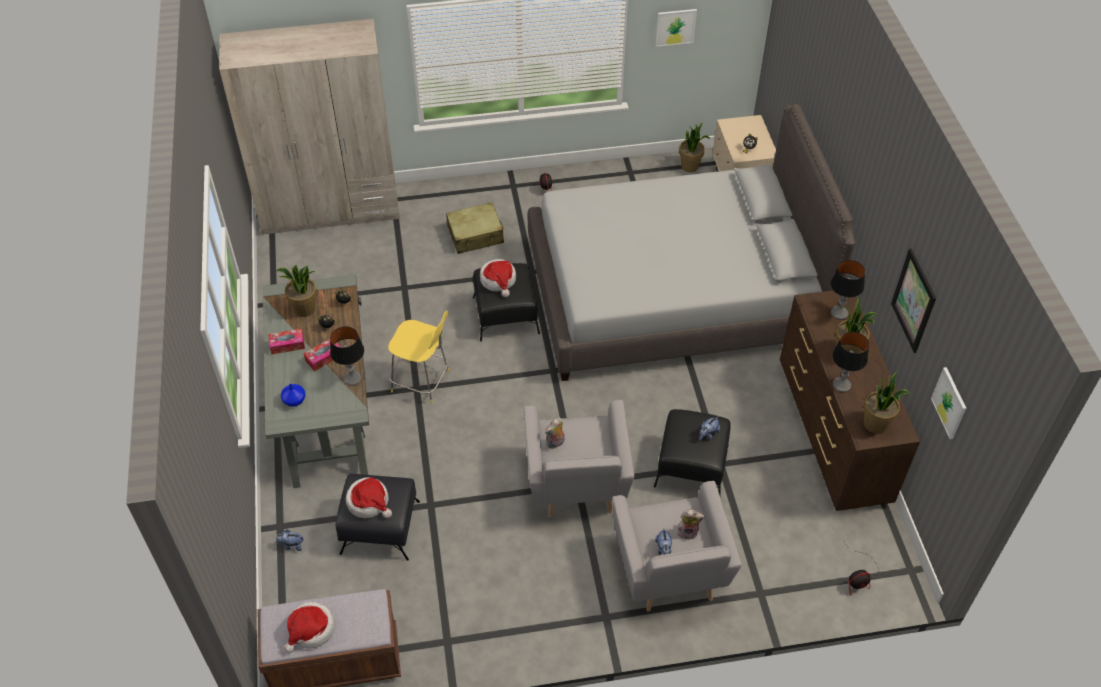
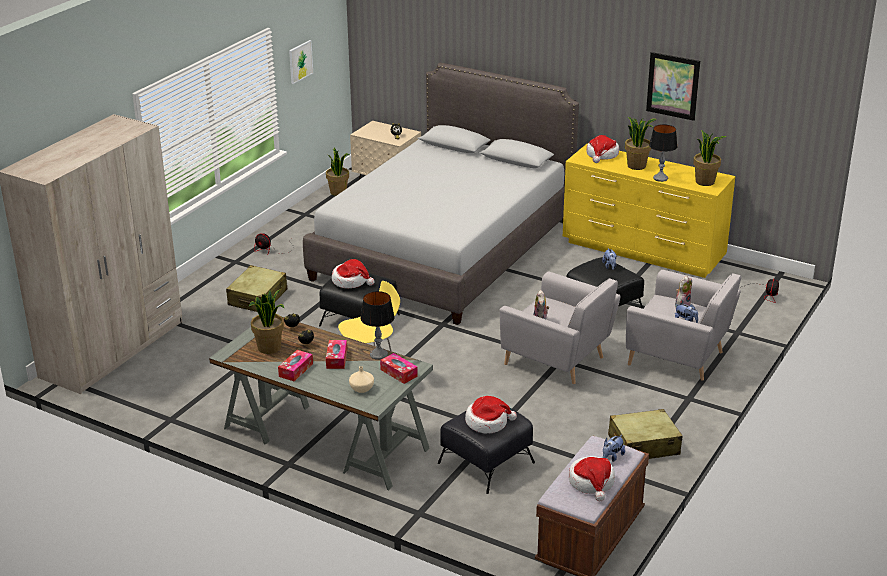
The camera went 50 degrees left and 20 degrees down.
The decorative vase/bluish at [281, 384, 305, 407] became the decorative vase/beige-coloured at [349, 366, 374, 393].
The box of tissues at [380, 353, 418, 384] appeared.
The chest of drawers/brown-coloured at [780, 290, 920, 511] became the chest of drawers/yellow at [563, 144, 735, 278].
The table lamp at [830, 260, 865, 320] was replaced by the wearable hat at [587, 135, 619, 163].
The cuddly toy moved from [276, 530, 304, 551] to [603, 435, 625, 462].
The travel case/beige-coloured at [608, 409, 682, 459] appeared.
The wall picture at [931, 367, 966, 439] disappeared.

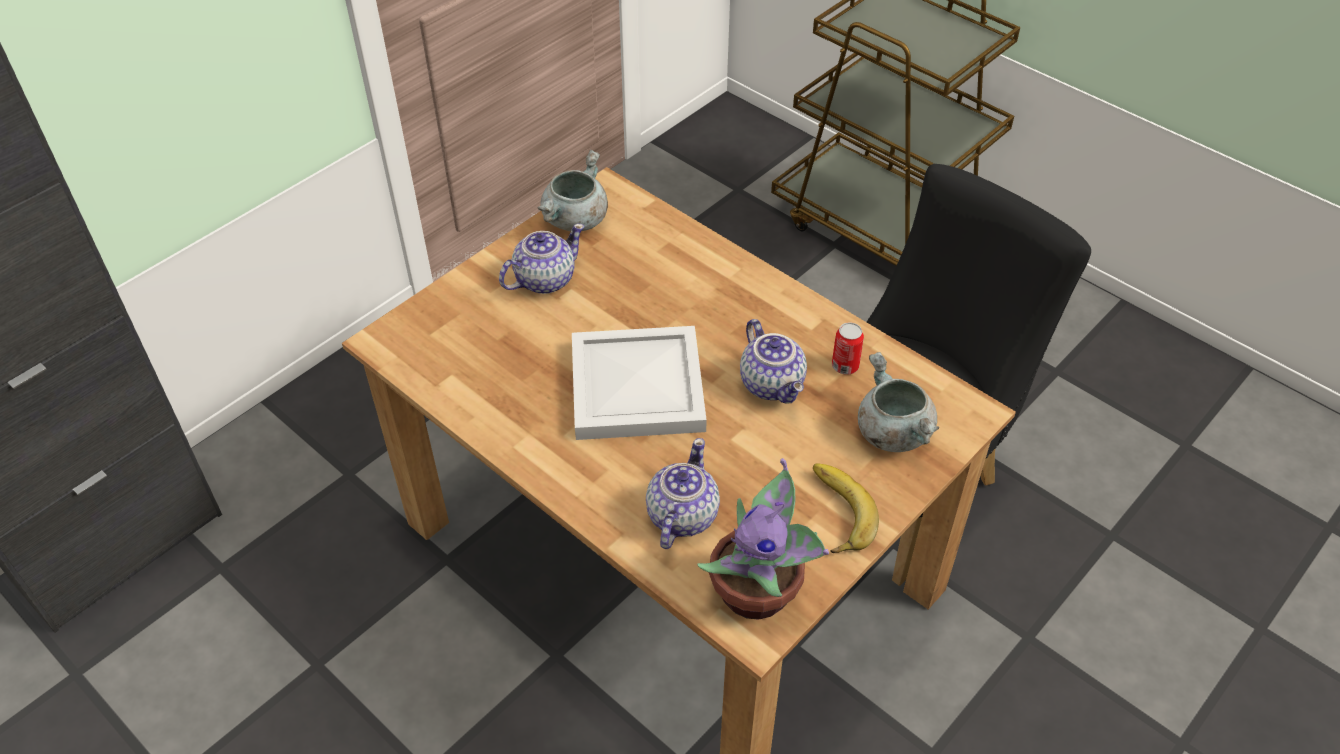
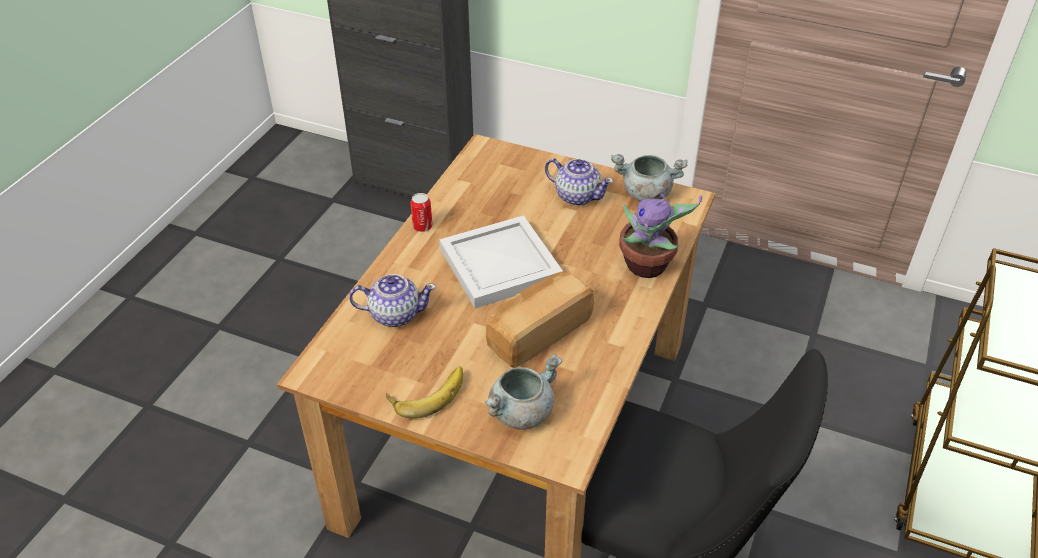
The camera went 70 degrees right and 5 degrees down.
The metal can moved from [832, 322, 864, 375] to [411, 193, 433, 232].
The tea pot at [740, 319, 807, 404] was replaced by the bakery bread at [486, 271, 594, 368].
The plant in a pot moved from [697, 458, 829, 620] to [619, 194, 702, 278].

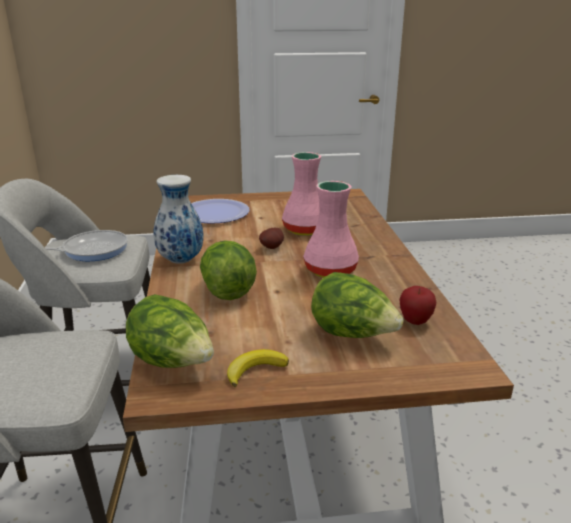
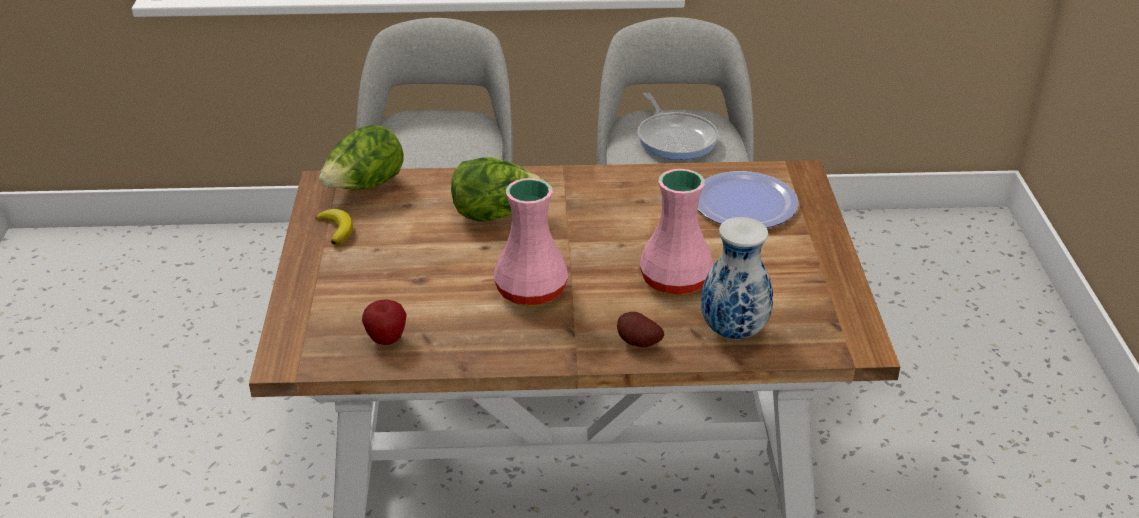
The camera went 95 degrees right and 10 degrees up.
The potato moved from [259, 228, 284, 249] to [617, 312, 664, 348].
The decorative vase moved from [153, 175, 204, 264] to [701, 217, 773, 340].
The head of lettuce at [311, 272, 404, 338] disappeared.

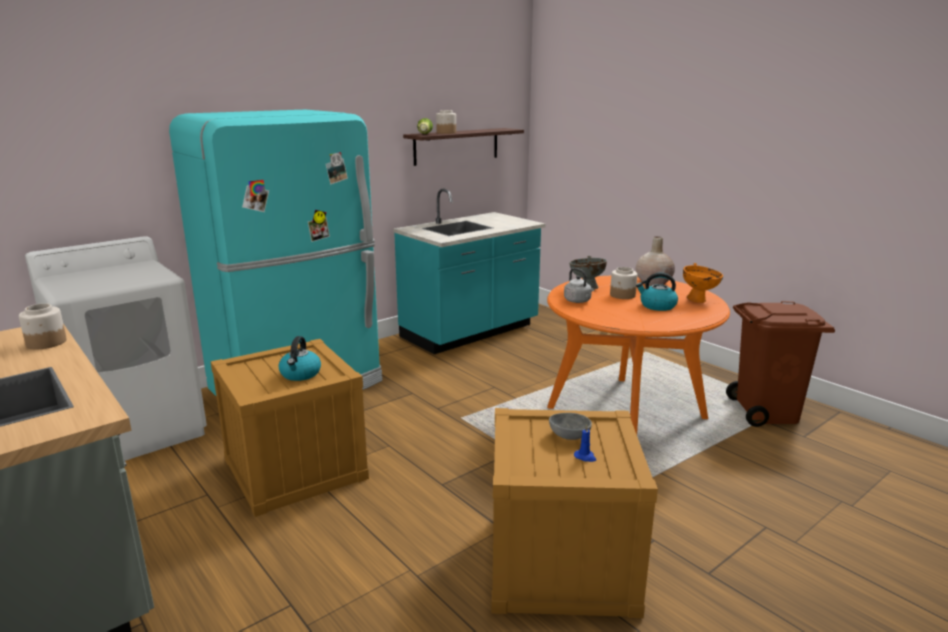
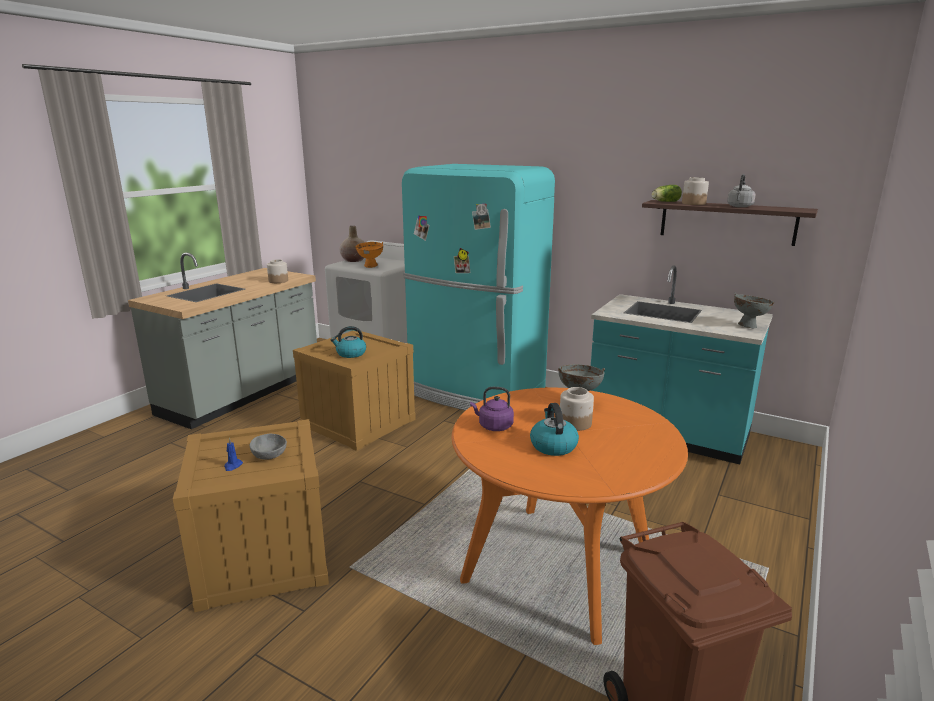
The camera went 70 degrees right and 0 degrees up.
The decorative vase/beige-coloured moved from [636, 236, 675, 286] to [340, 226, 365, 262].
The serving bowl/orange moved from [683, 263, 723, 303] to [355, 242, 383, 268].
The tea kettle/purple at [470, 387, 514, 431] appeared.
The tea kettle/gray moved from [564, 268, 594, 303] to [727, 174, 755, 207].
The serving bowl/gray at [734, 292, 775, 328] appeared.

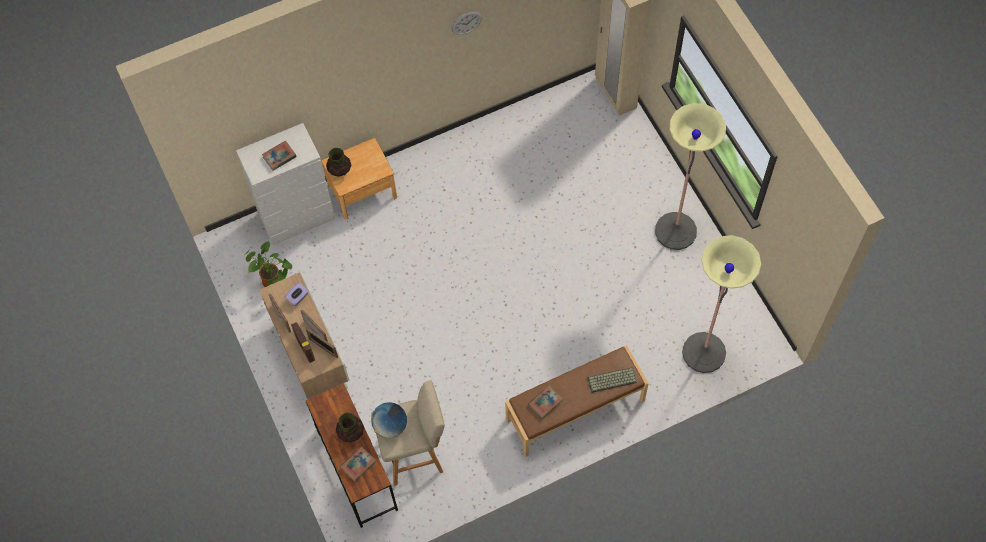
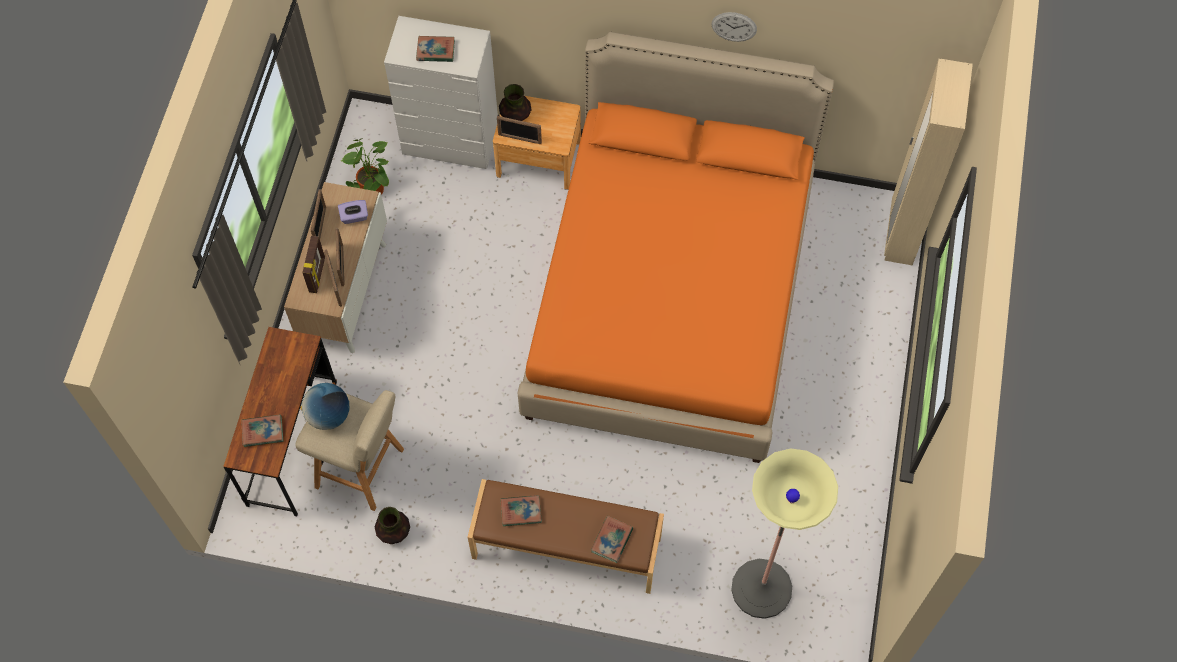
The camera went 35 degrees right and 0 degrees up.
The decorative vase moved from [336, 413, 364, 442] to [375, 507, 410, 544].
The picture frame at [497, 116, 542, 144] appeared.
The sleeping bed/orange at [518, 32, 834, 463] appeared.
The computer keyboard at [587, 367, 637, 393] was replaced by the book at [591, 516, 633, 563].
The floor lamp at [655, 103, 726, 250] disappeared.

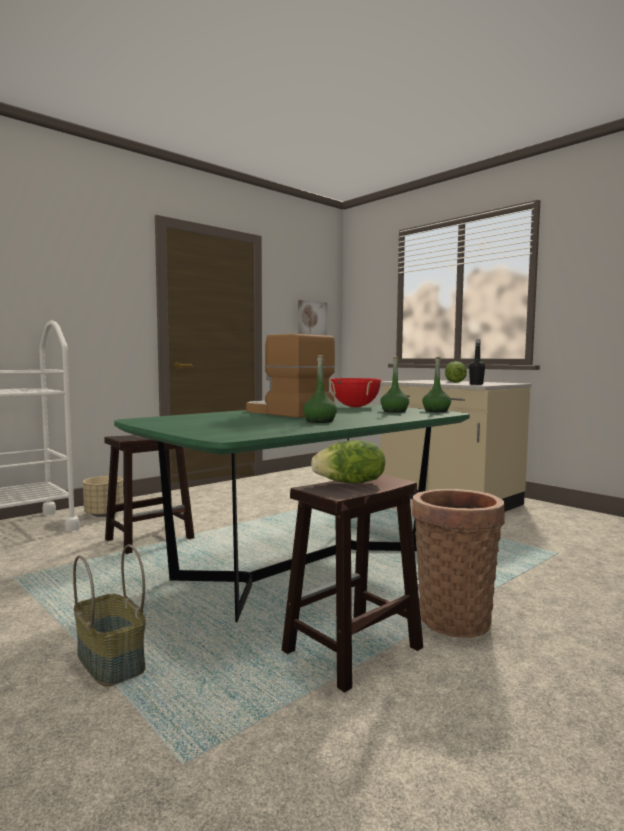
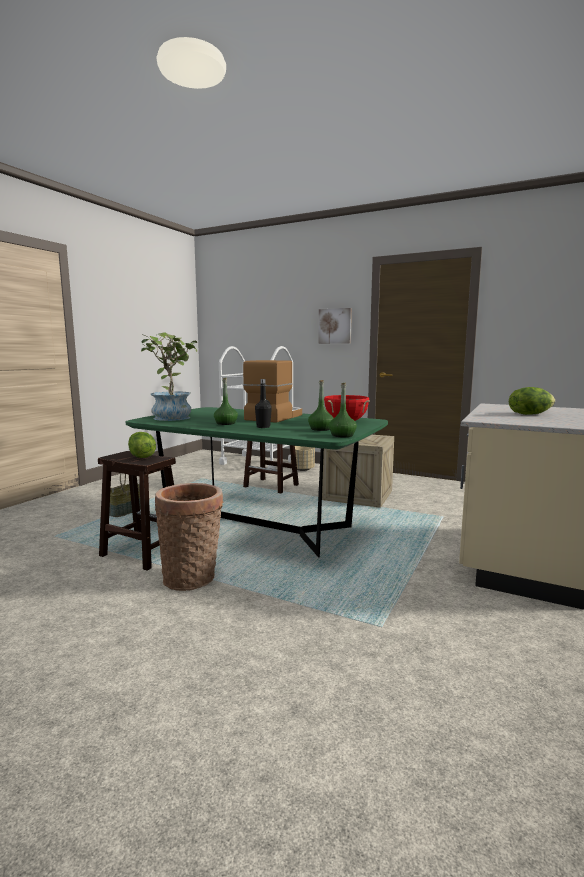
The camera went 70 degrees right and 5 degrees up.
The plant in a pot at [140, 332, 197, 421] appeared.
The bottle/black-coloured moved from [469, 339, 485, 385] to [255, 379, 272, 428].
The wall picture moved from [298, 300, 327, 335] to [318, 308, 352, 344].
The crate at [322, 435, 394, 508] appeared.

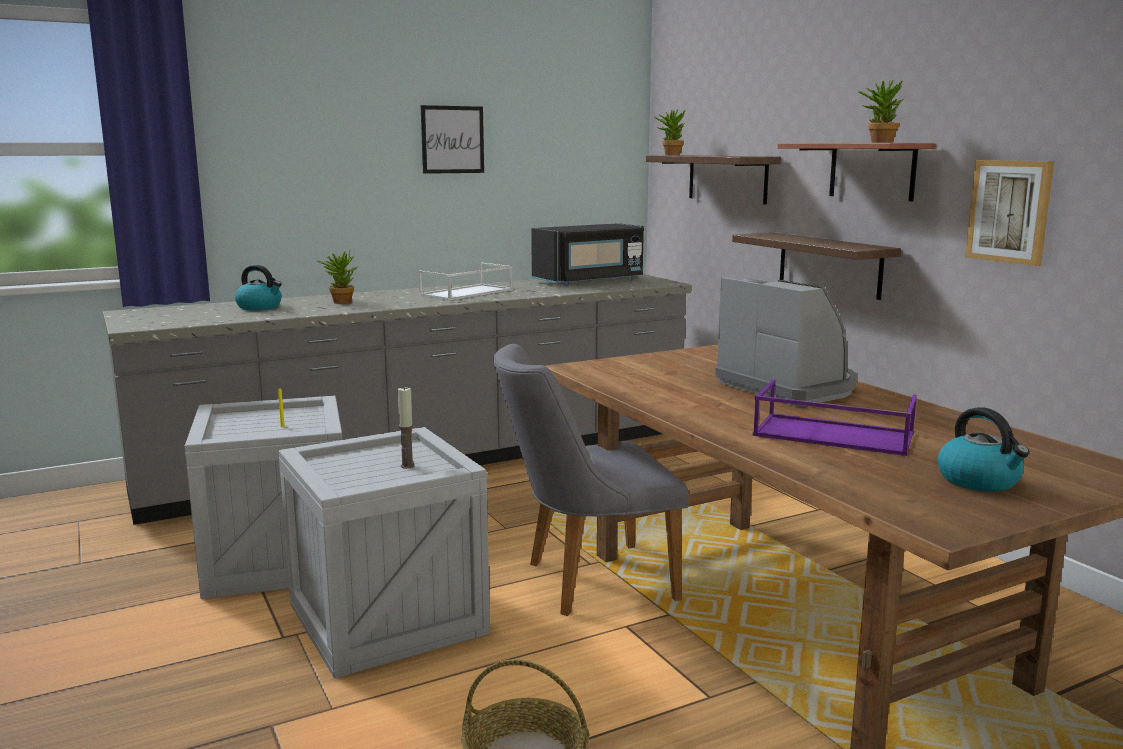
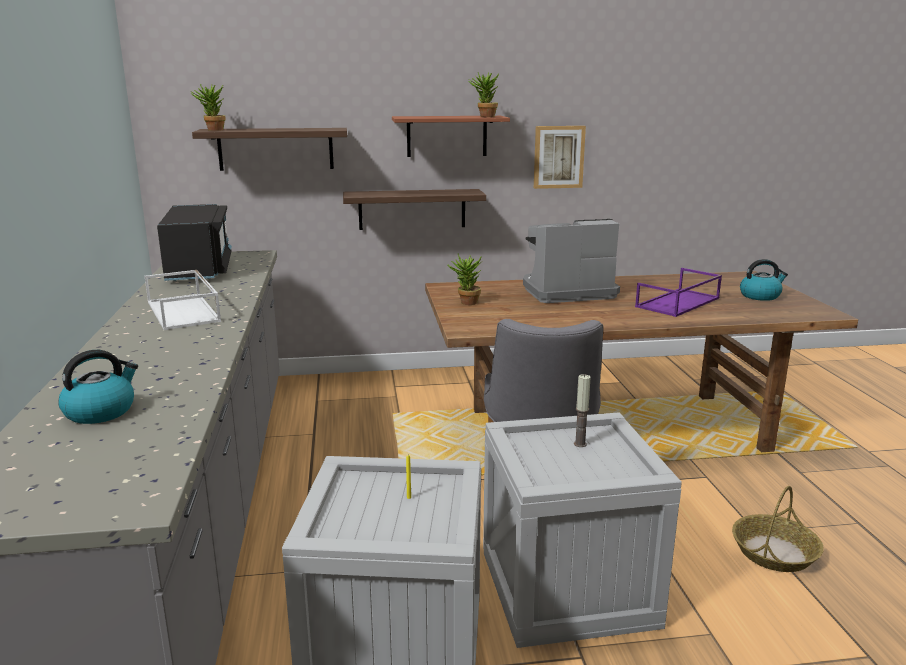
The camera went 70 degrees left and 5 degrees up.
The plant in a pot moved from [317, 250, 358, 304] to [448, 254, 483, 305].
The wall picture at [421, 105, 484, 174] disappeared.

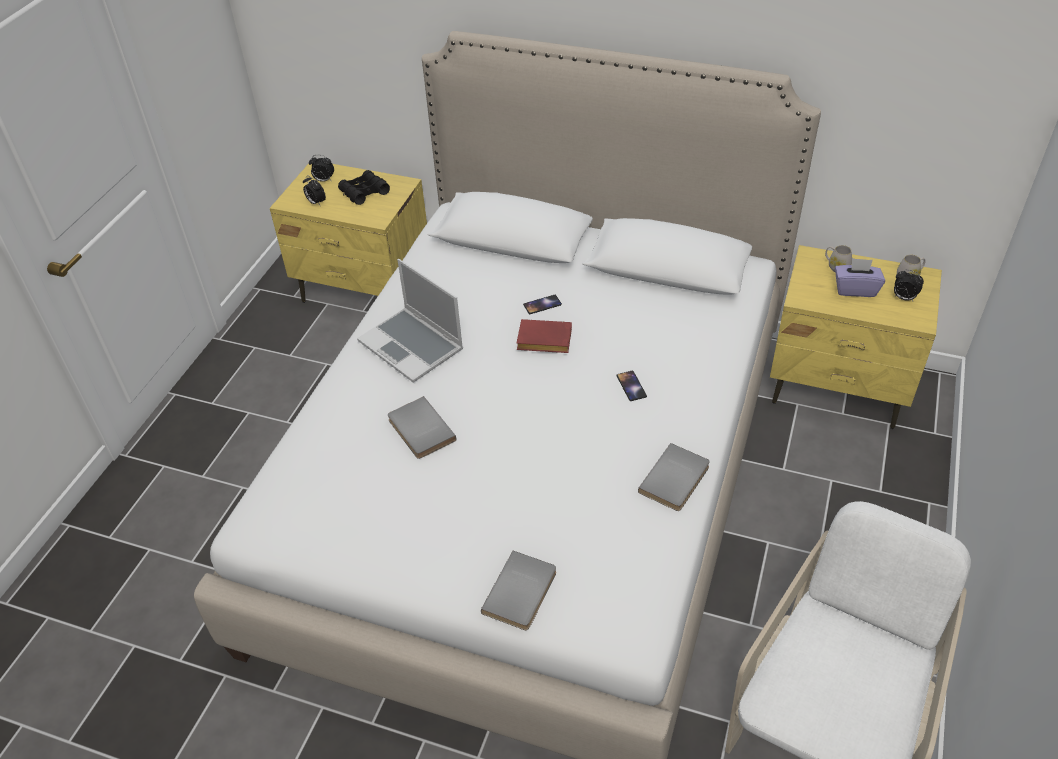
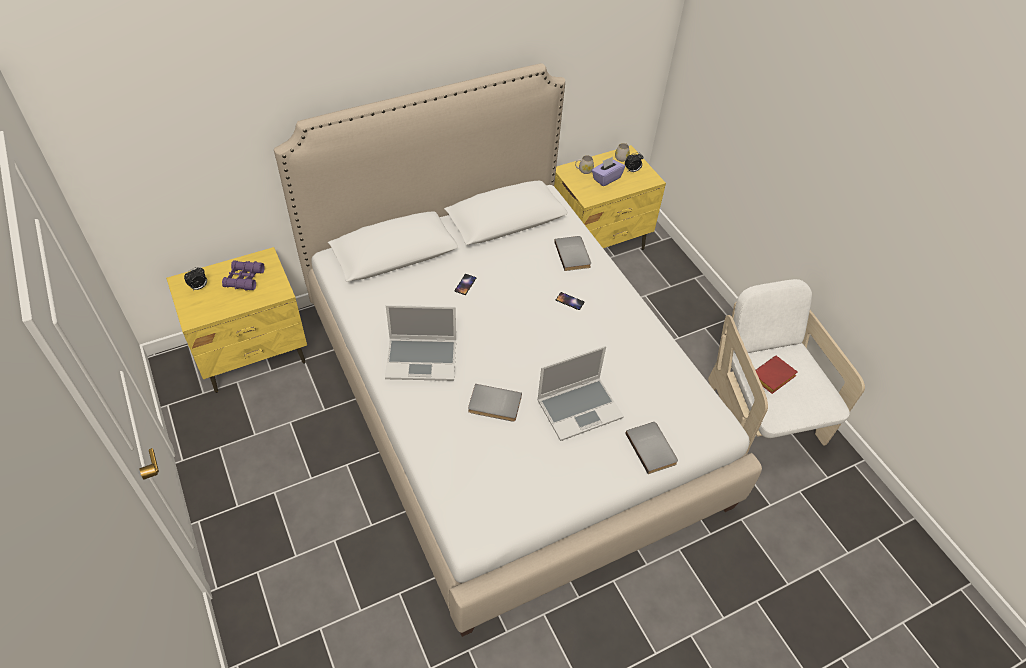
The camera went 50 degrees left and 5 degrees up.
The field glasses/black-coloured at [338, 170, 390, 205] became the field glasses/purple at [222, 260, 265, 291].
The notebook computer at [537, 346, 624, 441] appeared.
The book/gray moved from [638, 443, 710, 511] to [554, 236, 591, 271].
The book/reddish moved from [516, 319, 572, 353] to [755, 356, 798, 394].
The table clock at [303, 175, 326, 207] disappeared.

